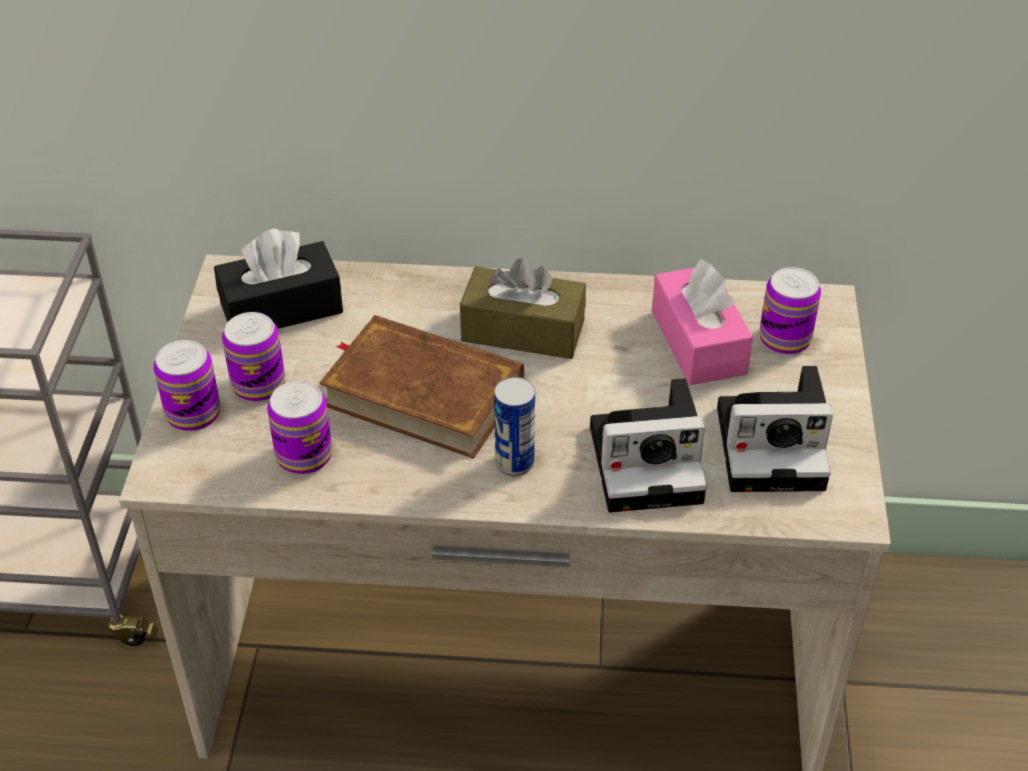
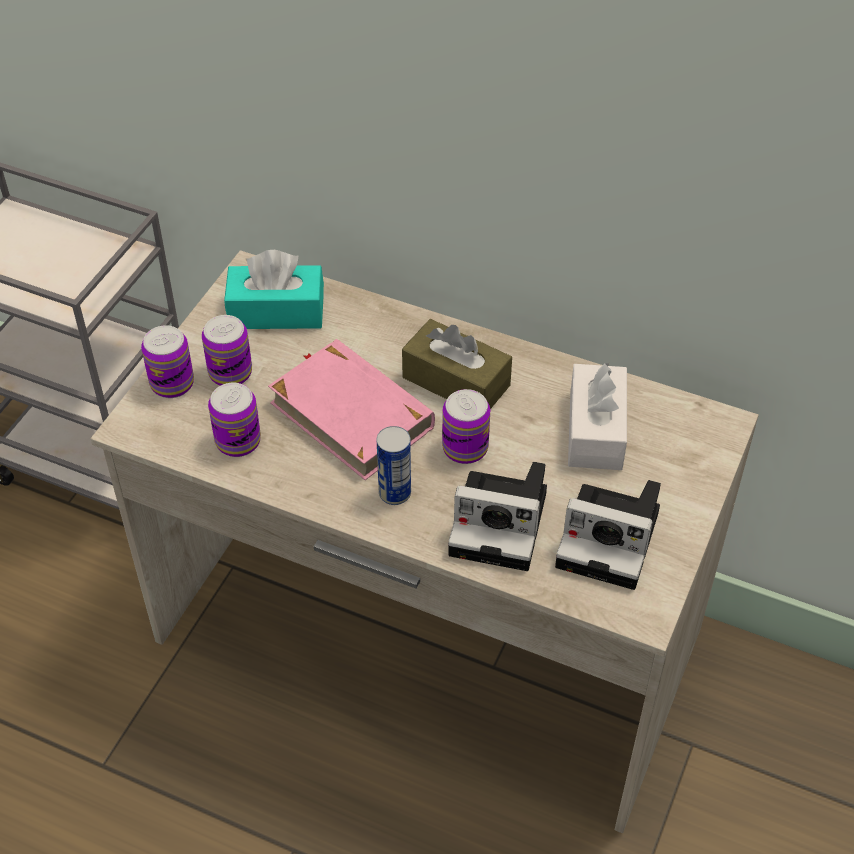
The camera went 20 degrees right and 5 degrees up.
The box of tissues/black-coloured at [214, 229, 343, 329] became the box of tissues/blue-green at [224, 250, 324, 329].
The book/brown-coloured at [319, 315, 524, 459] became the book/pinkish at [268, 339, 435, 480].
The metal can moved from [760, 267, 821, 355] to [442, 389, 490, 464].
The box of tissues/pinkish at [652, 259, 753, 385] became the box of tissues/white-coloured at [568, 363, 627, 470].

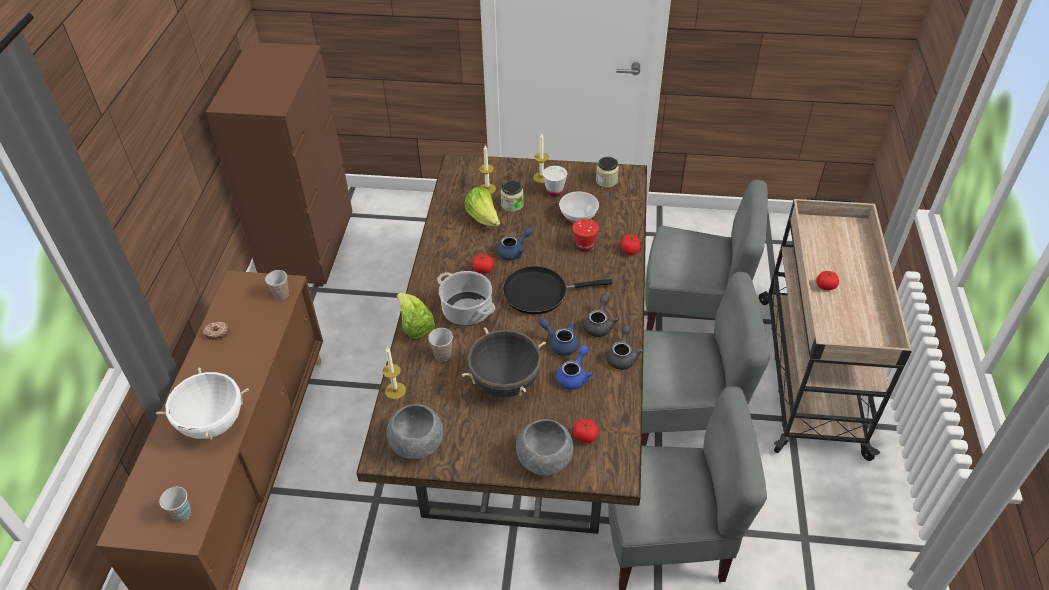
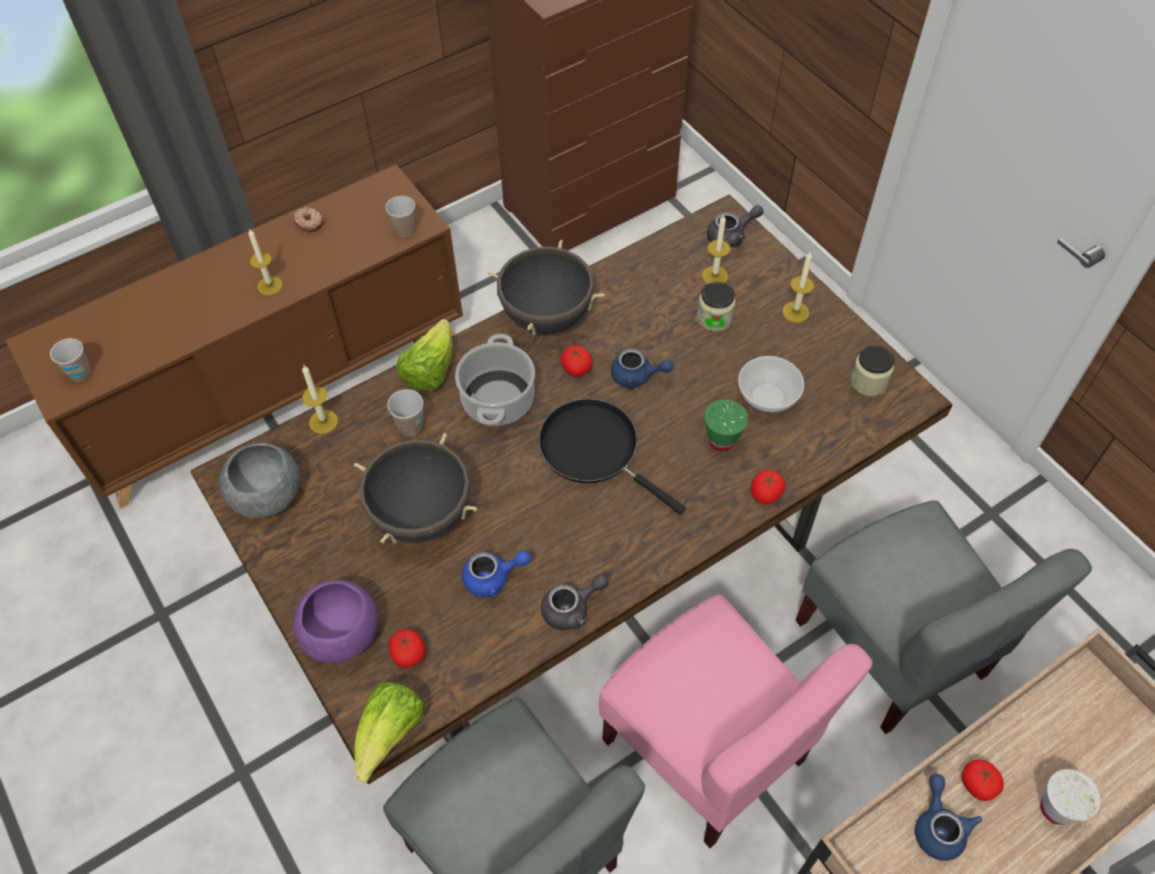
The camera went 50 degrees right and 10 degrees up.
The wax candle at [248, 229, 283, 295] appeared.
The serving bowl/gray at [516, 419, 573, 475] became the serving bowl/purple at [293, 580, 379, 663].
The head of lettuce moved from [465, 187, 500, 226] to [354, 682, 425, 783].
The cooking pot/black-coloured at [487, 240, 605, 335] appeared.
The upright chair/gray at [642, 272, 770, 446] became the upright chair/pinkish at [599, 595, 873, 848].
The drinking cup/reddish at [572, 219, 599, 252] became the drinking cup/green-coloured at [704, 400, 748, 451].
The tea pot/gray moved from [583, 294, 620, 337] to [707, 205, 764, 248].
The tea pot/bluish moved from [539, 318, 579, 356] to [915, 774, 982, 861].
The drinking cup/white-coloured moved from [543, 166, 568, 197] to [1040, 769, 1100, 825].
The cooking pot/white-coloured at [156, 367, 249, 440] disappeared.

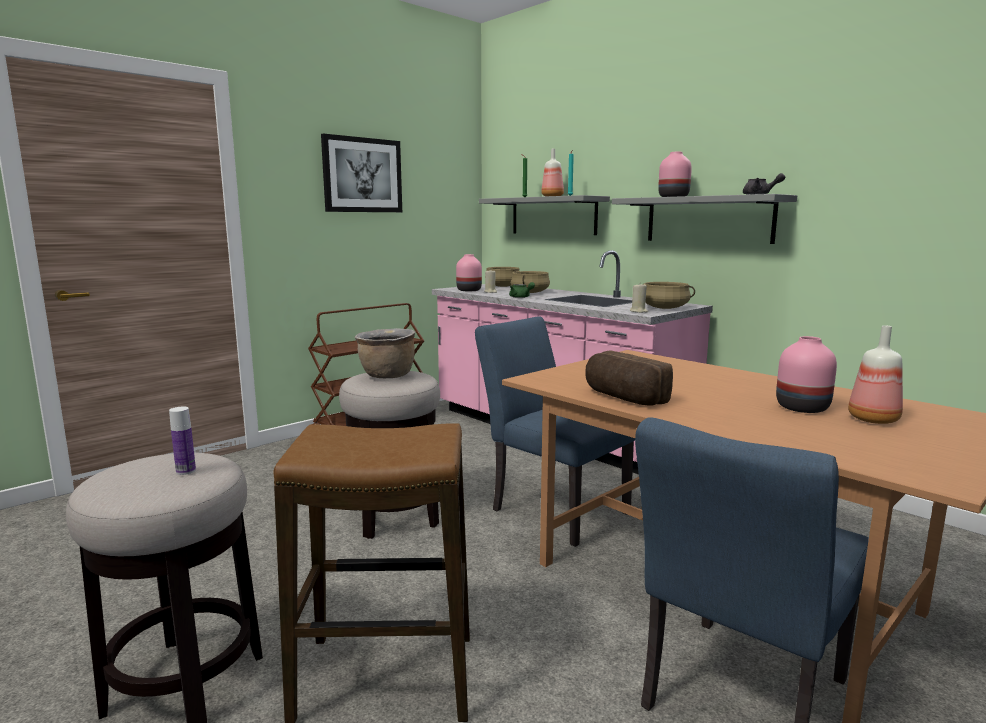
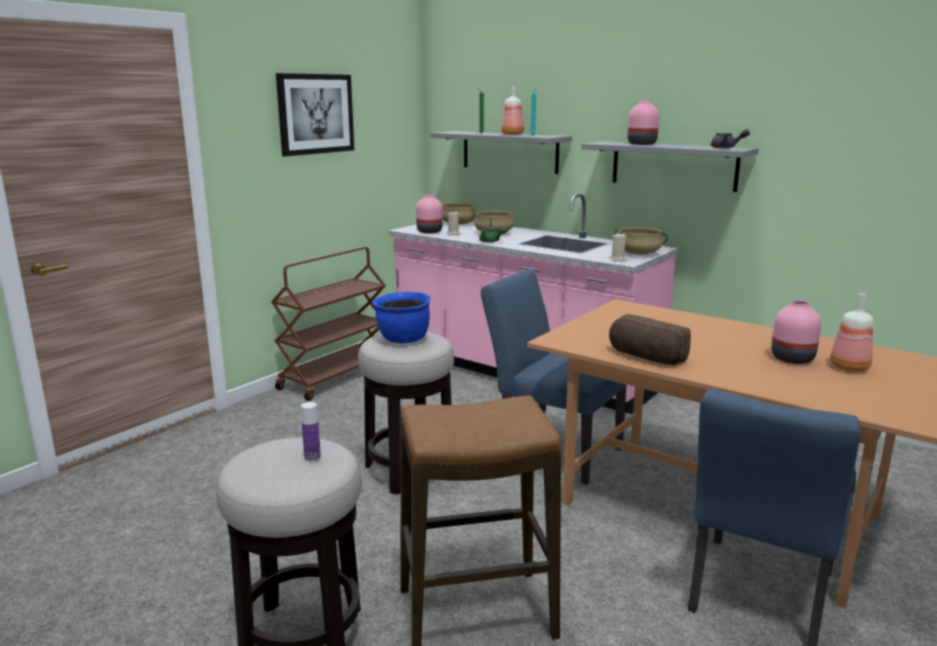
The camera went 10 degrees left and 5 degrees up.
The cooking pot/brown-coloured at [355, 328, 415, 378] became the cooking pot/bluish at [373, 292, 430, 343].

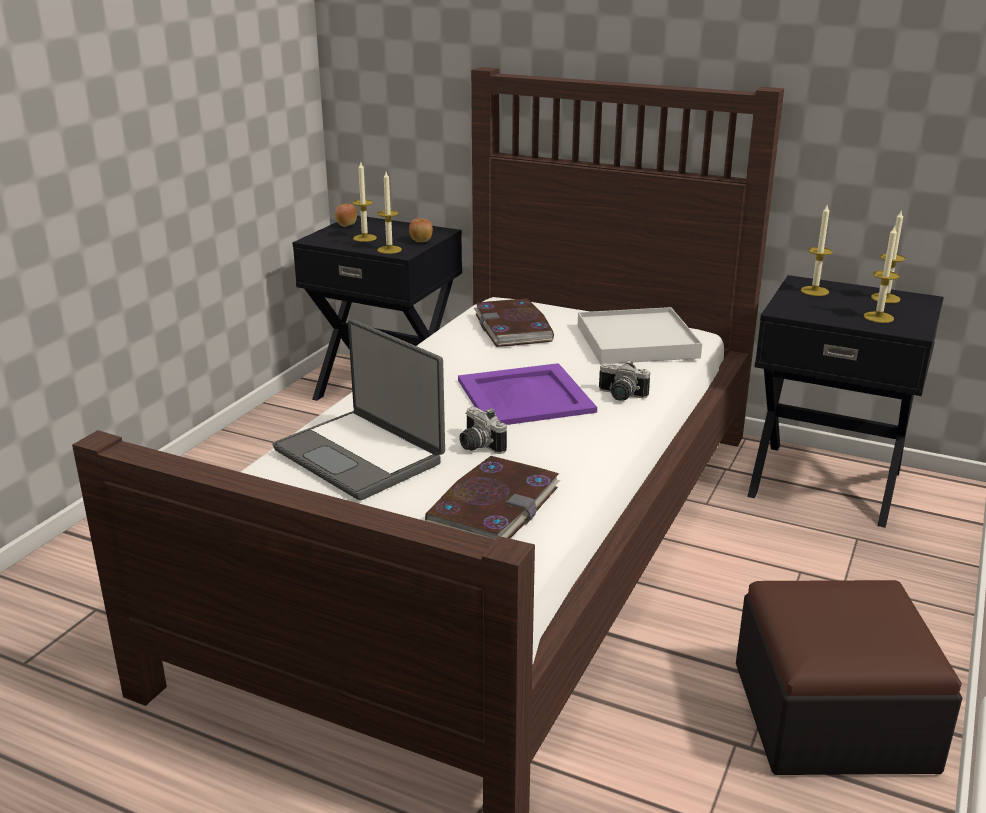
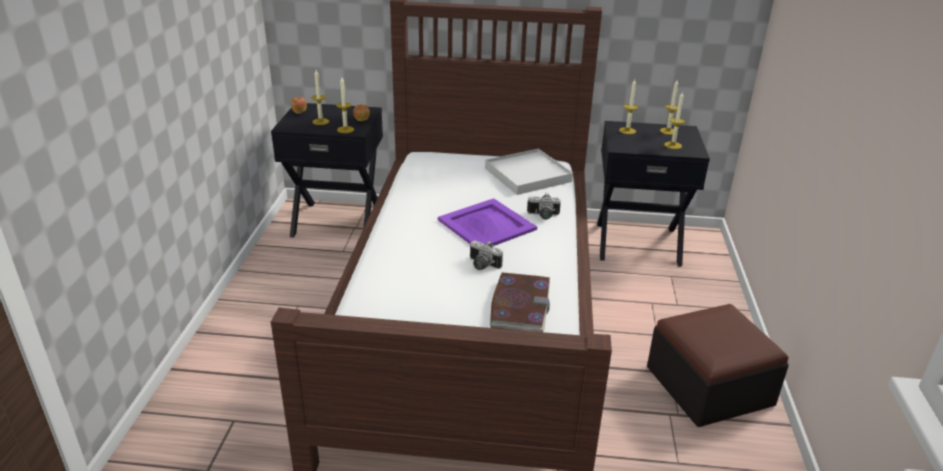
The camera went 20 degrees left and 5 degrees up.
The notebook computer at [273, 319, 445, 500] disappeared.
The book at [474, 298, 554, 347] disappeared.

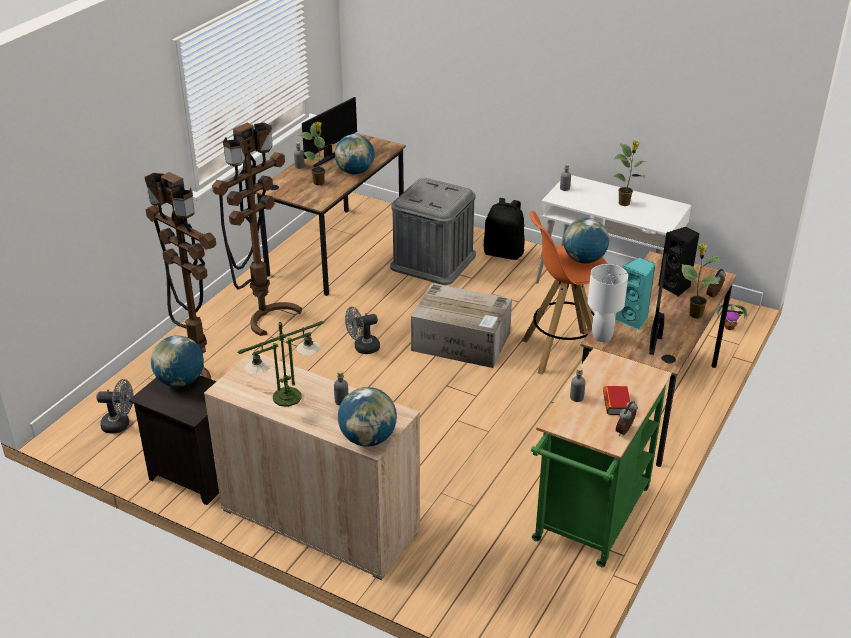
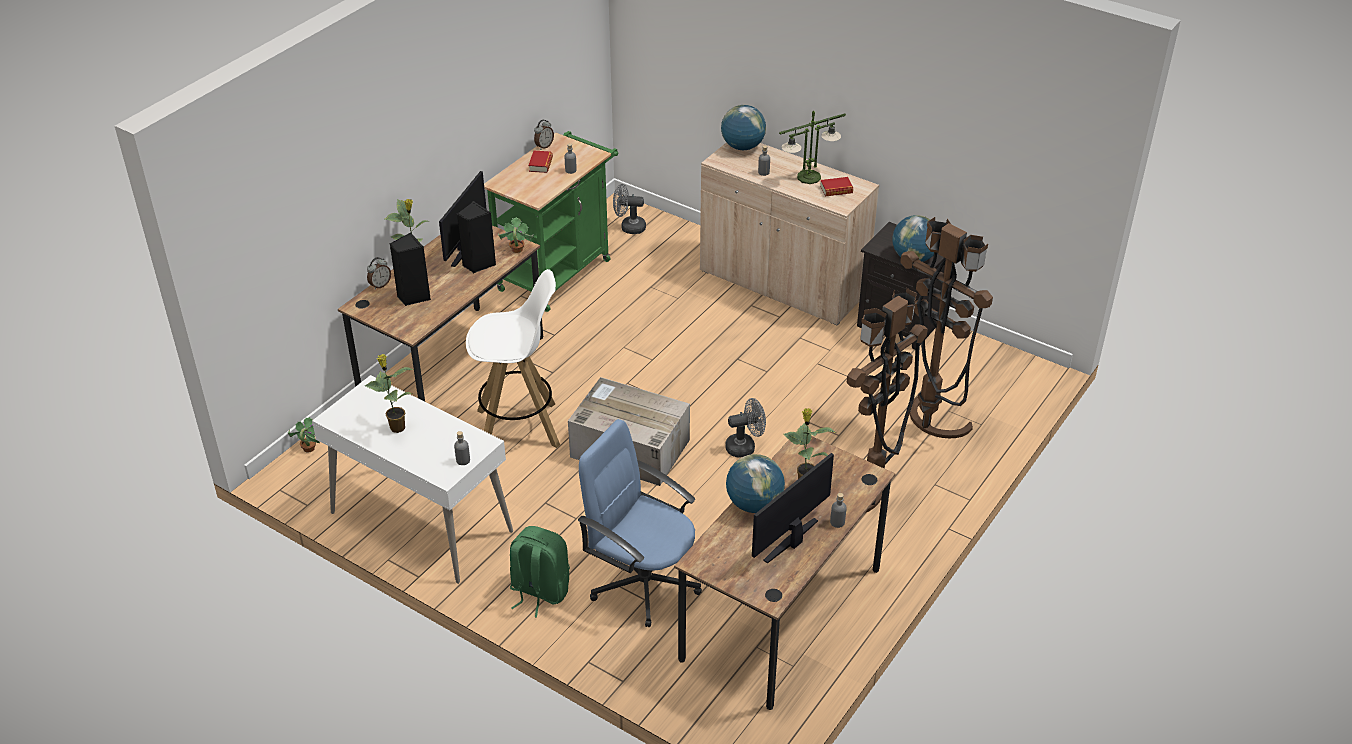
The camera went 175 degrees left and 5 degrees up.
The loudspeaker/blue-green at [615, 257, 655, 330] became the loudspeaker/black-coloured at [457, 201, 496, 273].
The sitting stool/orange at [522, 211, 608, 375] became the sitting stool/white-coloured at [466, 269, 560, 448].
The table lamp/white-coloured at [588, 264, 628, 342] was replaced by the plant in a pot at [498, 217, 534, 253].
The rucksack/black-coloured at [484, 198, 524, 260] became the rucksack/green-coloured at [510, 526, 570, 617].
The storage box/gray at [390, 178, 476, 285] was replaced by the desk chair/bluish at [578, 419, 702, 627].
The electric fan/gray moved from [96, 379, 134, 433] to [613, 184, 646, 234].
The book at [820, 177, 853, 196] appeared.
The desk globe at [563, 218, 609, 263] disappeared.

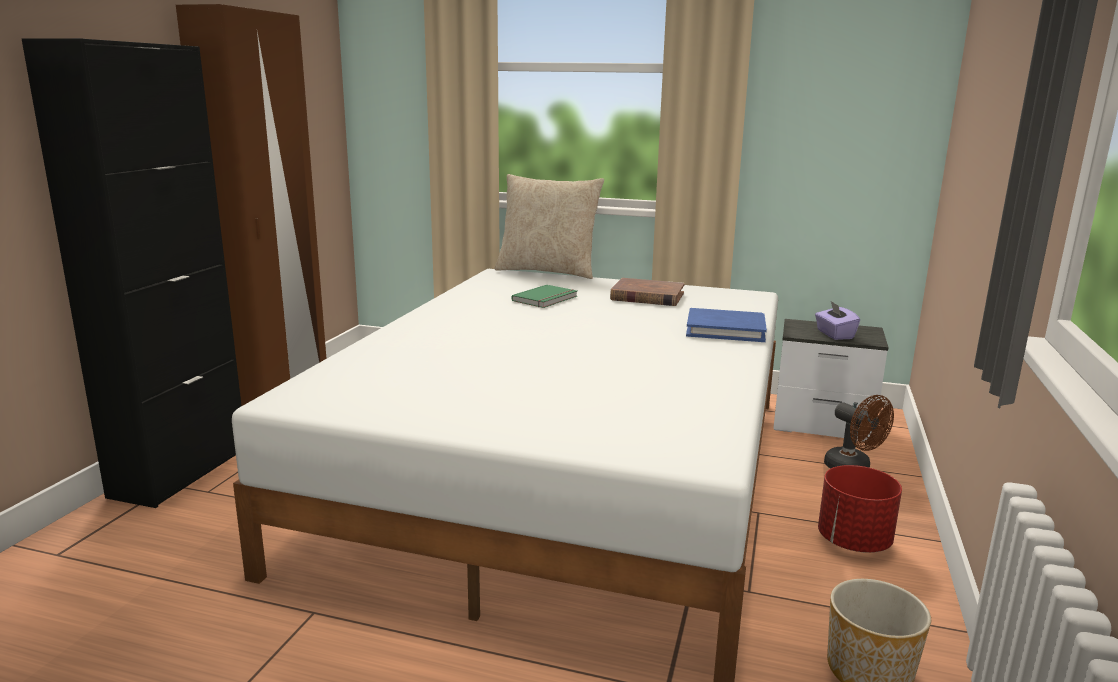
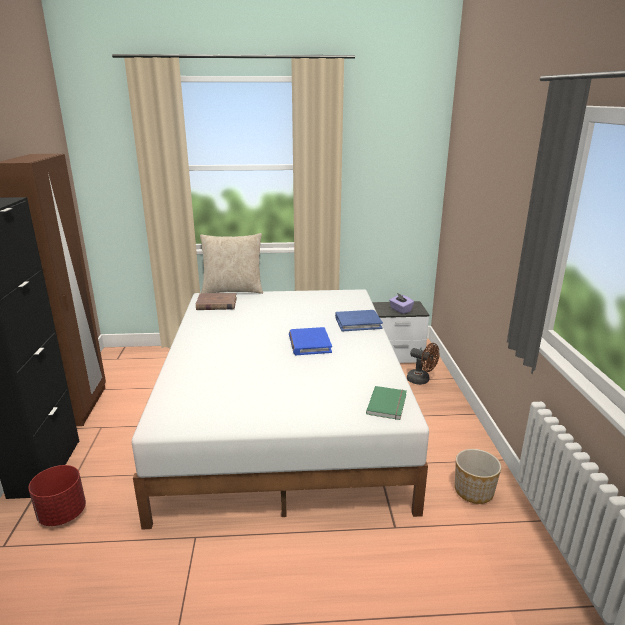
The camera went 20 degrees left and 5 degrees up.
The flower pot/reddish moved from [818, 465, 902, 553] to [28, 465, 86, 526].
The book/brown-coloured moved from [610, 278, 685, 306] to [196, 292, 237, 310].
The book/bluish at [289, 327, 332, 355] appeared.
The book/green-coloured moved from [511, 285, 577, 308] to [366, 386, 407, 420].

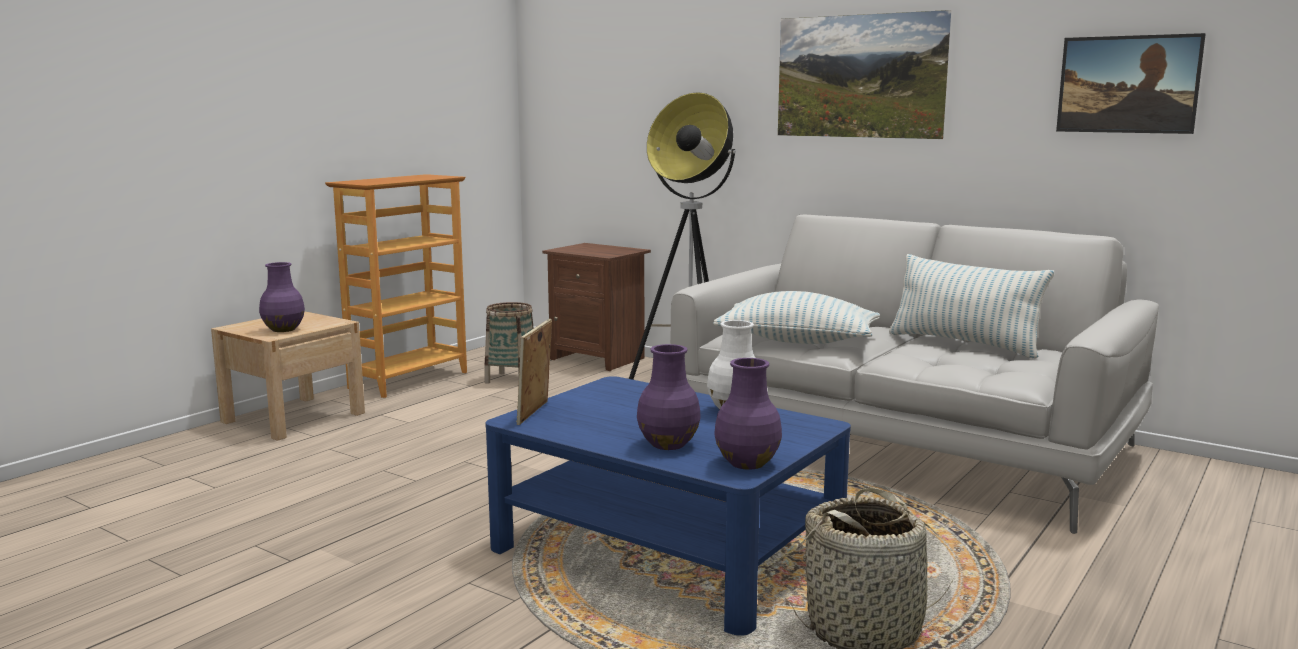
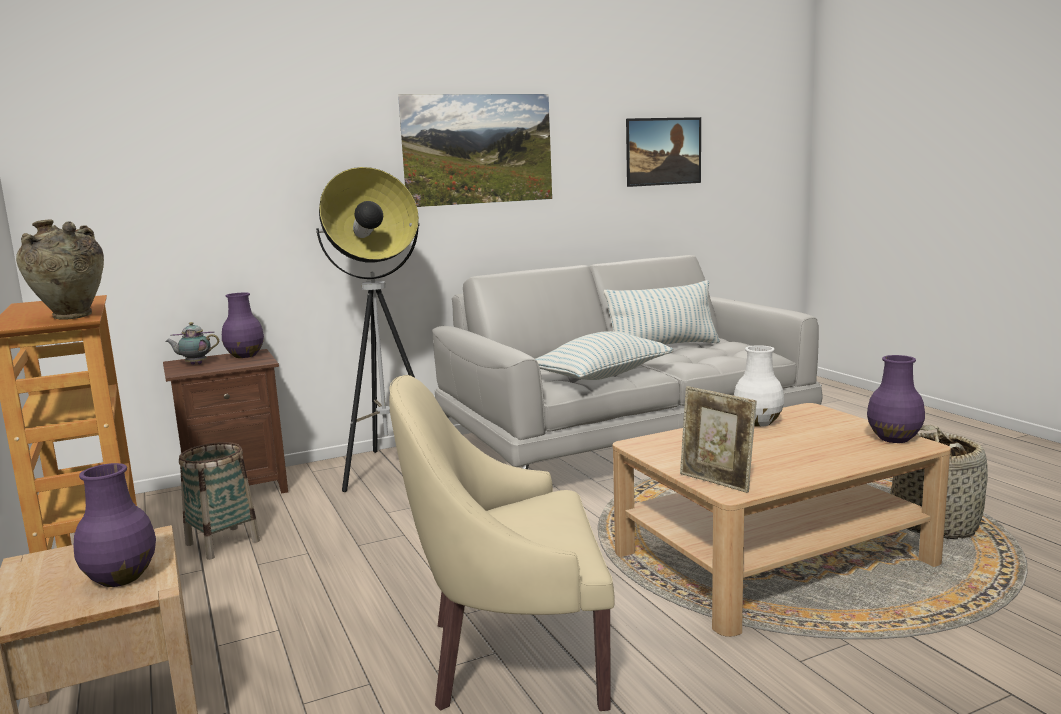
The camera went 60 degrees left and 0 degrees up.
The decorative vase/beige-coloured at [16, 220, 104, 320] appeared.
The tea pot at [165, 322, 219, 365] appeared.
The decorative vase/purple moved from [637, 344, 701, 450] to [222, 293, 264, 358].
The lounge chair/beige-coloured at [389, 375, 615, 711] appeared.
The lounge table/bluish at [485, 376, 851, 636] became the lounge table/beige-coloured at [613, 403, 951, 637].

